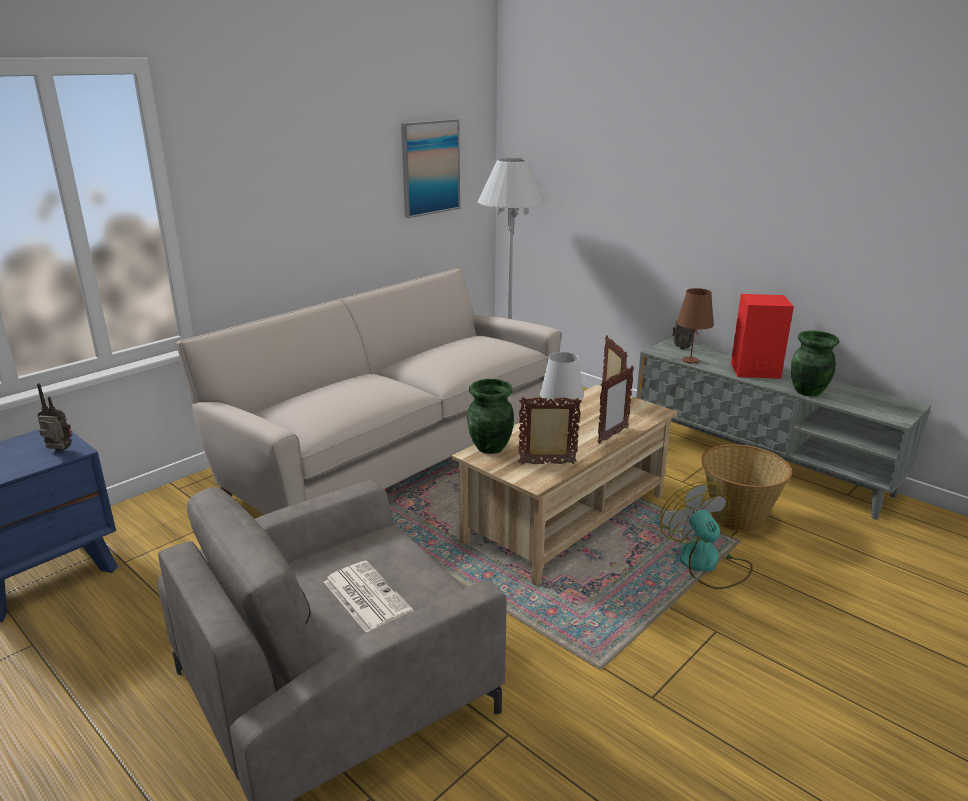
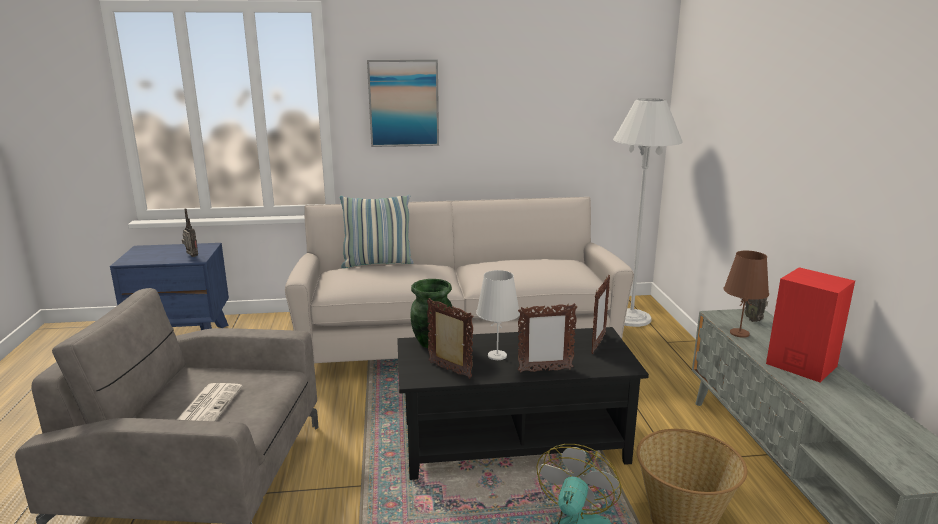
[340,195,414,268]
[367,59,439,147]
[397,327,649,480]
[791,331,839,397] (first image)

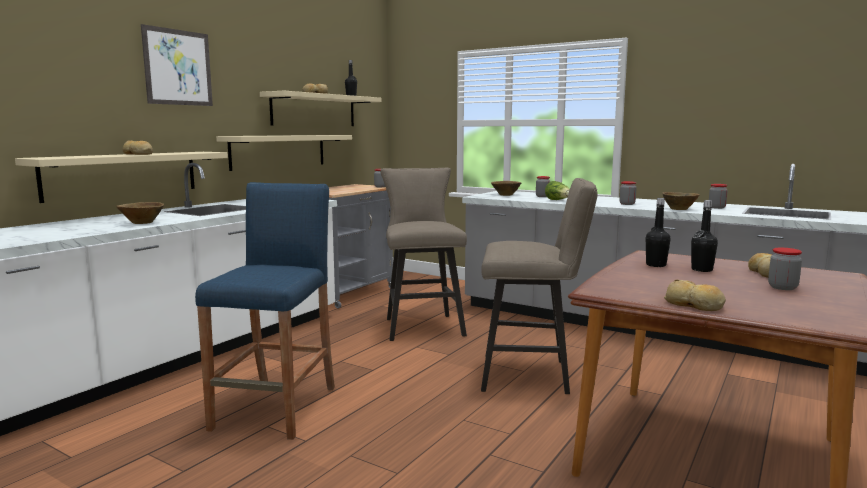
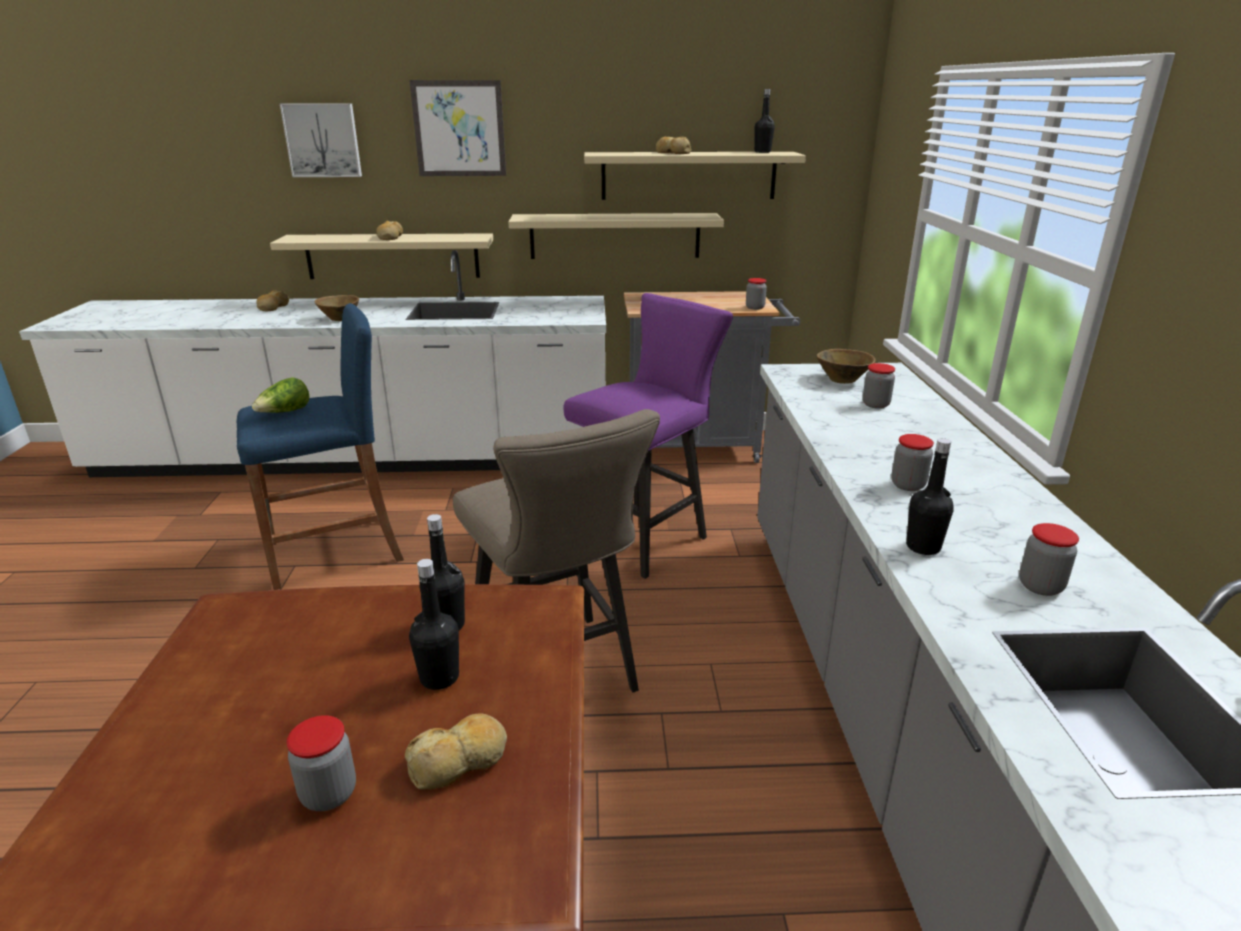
[252,377,309,413]
[256,290,289,311]
[280,103,362,177]
[563,293,733,579]
[906,438,954,555]

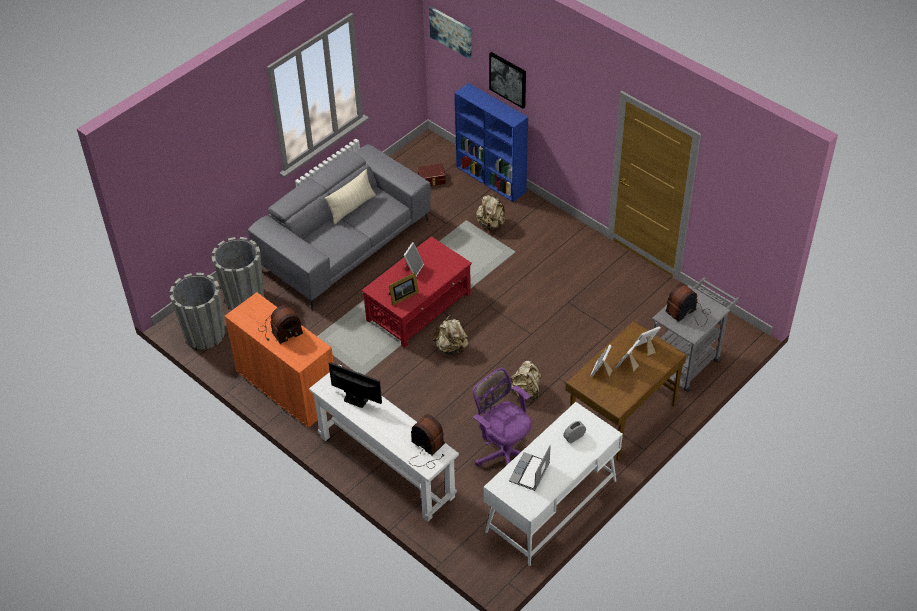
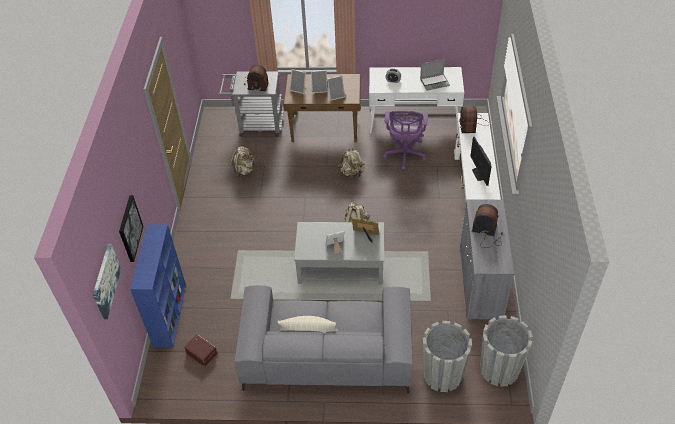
[231,146,256,178]
[294,222,384,284]
[460,200,514,320]

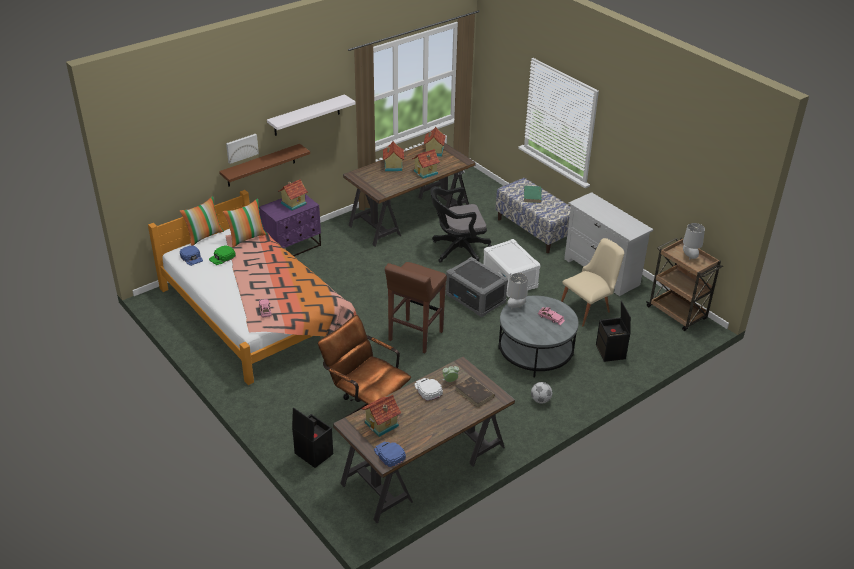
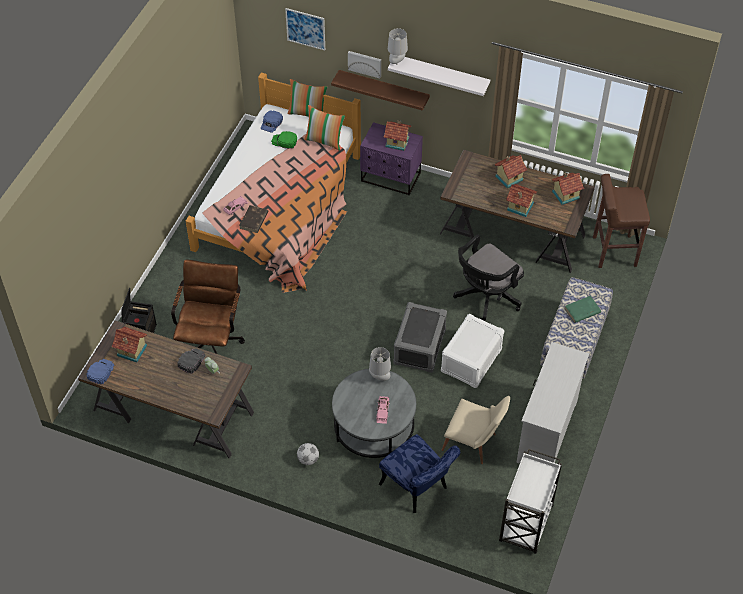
[177,348,206,374]
[239,205,269,233]
[285,8,325,51]
[379,434,460,513]
[388,28,408,65]
[453,234,524,321]
[499,449,562,554]
[593,174,650,268]

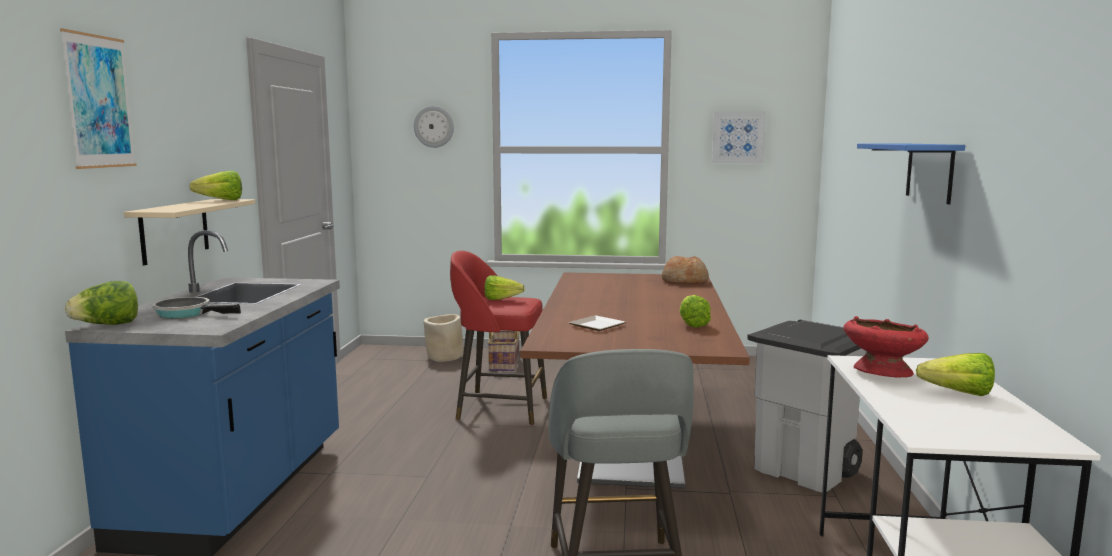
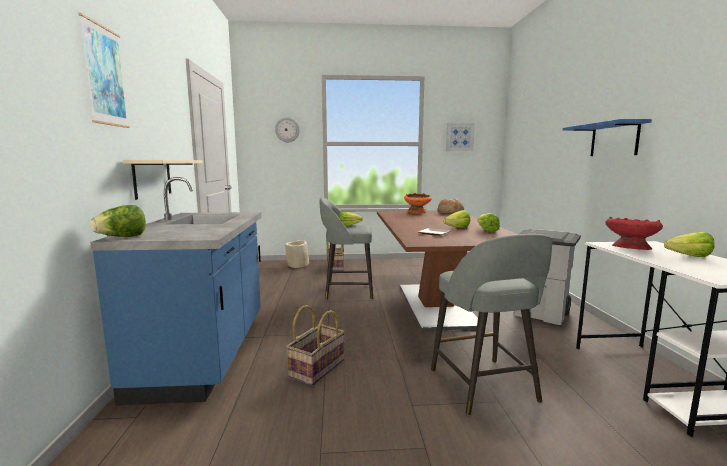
[286,305,345,386]
[320,197,373,300]
[404,193,432,214]
[444,210,470,228]
[153,297,241,318] (first image)

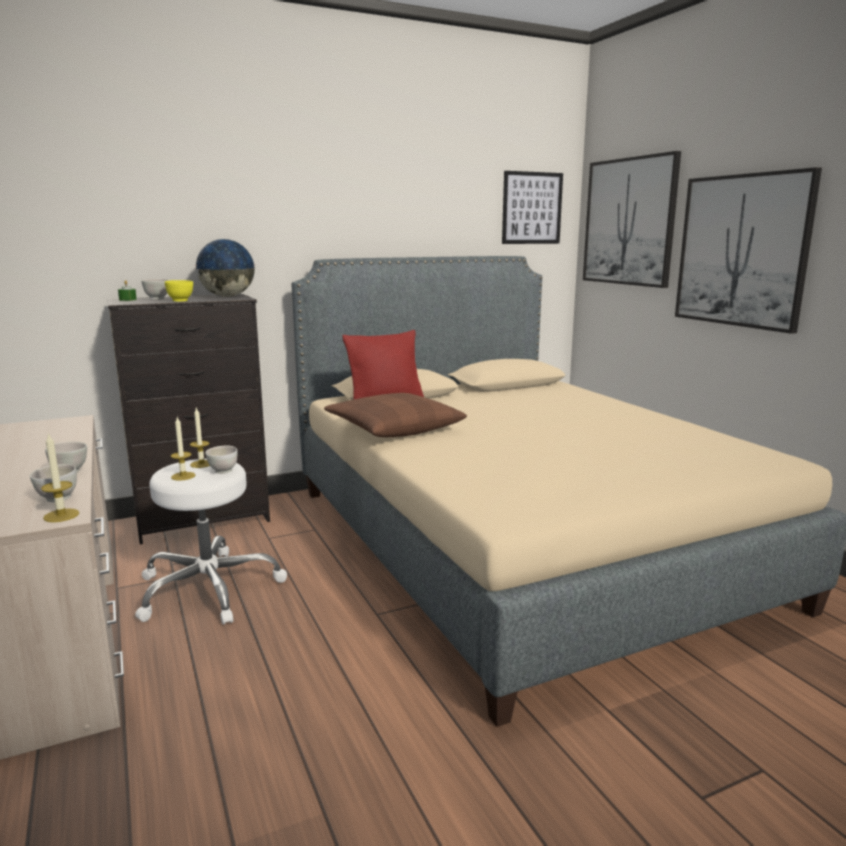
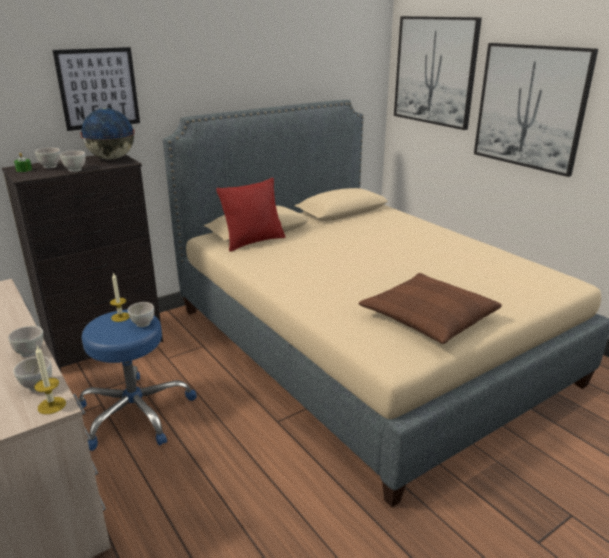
[53,47,140,131]
[60,151,86,172]
[77,310,197,451]
[358,273,502,344]
[171,417,195,481] (first image)

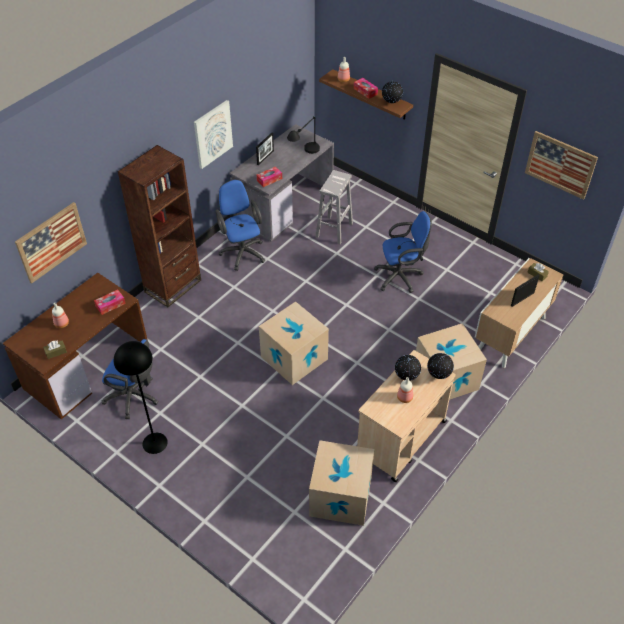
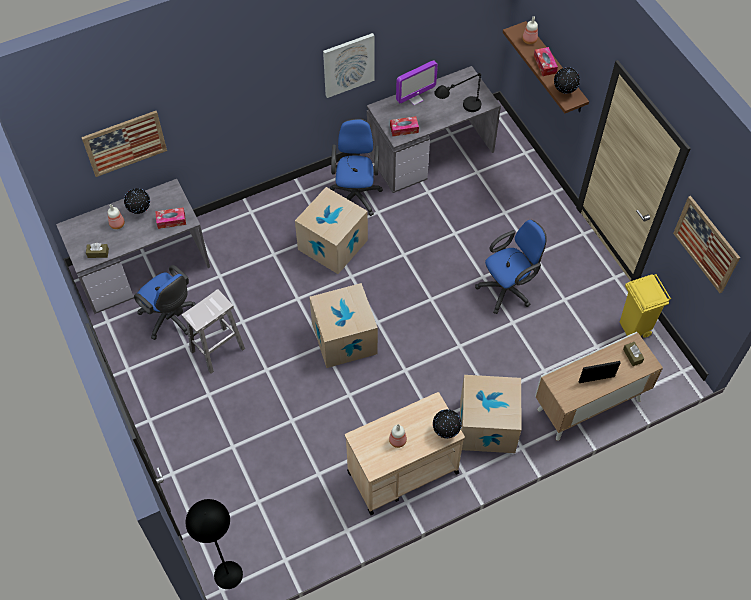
[56,179,210,314]
[124,188,150,214]
[182,289,245,374]
[186,499,243,589]
[295,187,368,274]
[396,60,438,105]
[475,220,547,314]
[620,274,671,338]
[118,145,201,307] (first image)

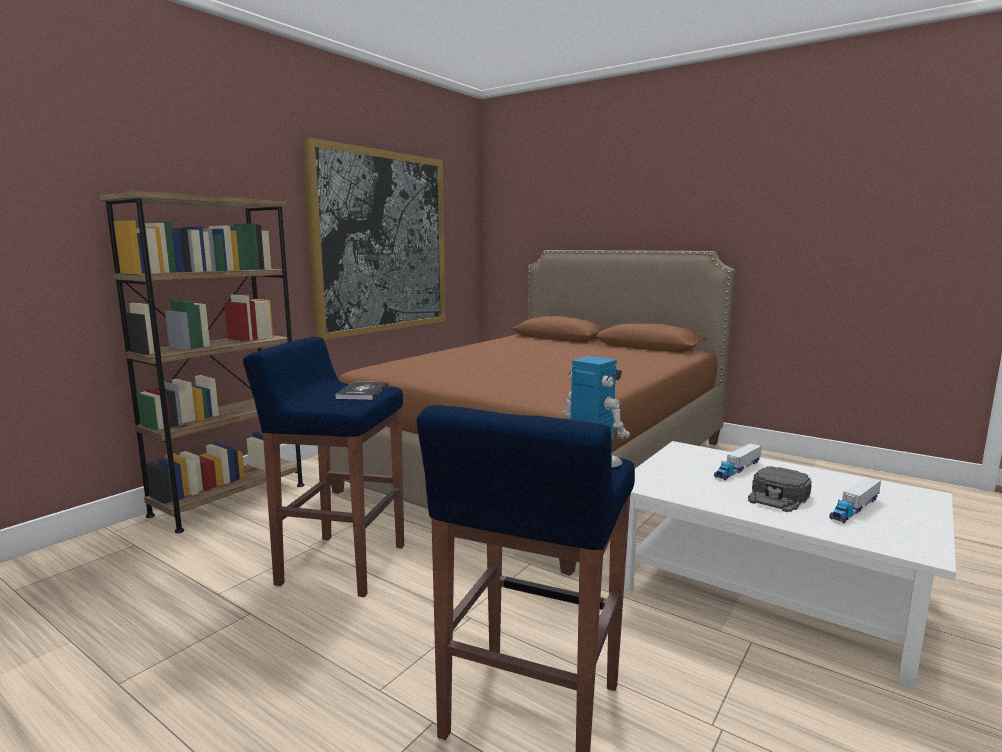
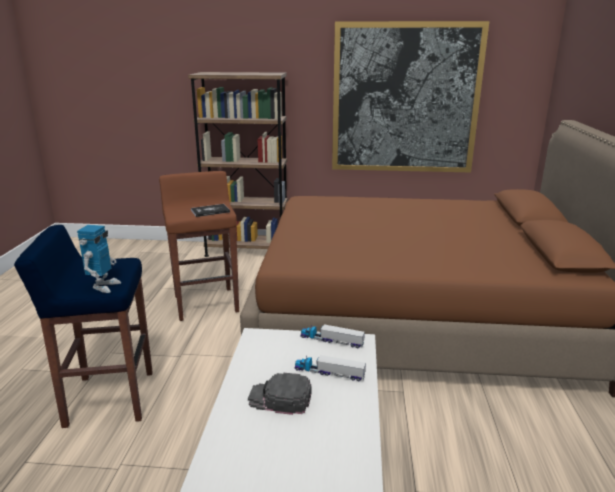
[159,171,239,321]
[300,324,365,348]

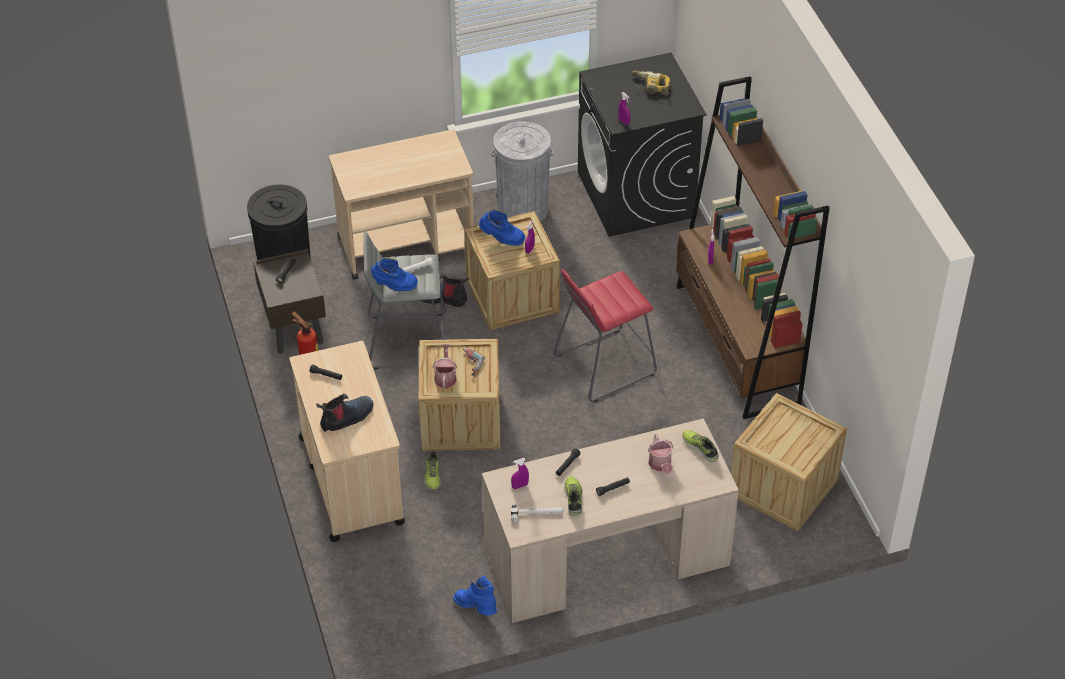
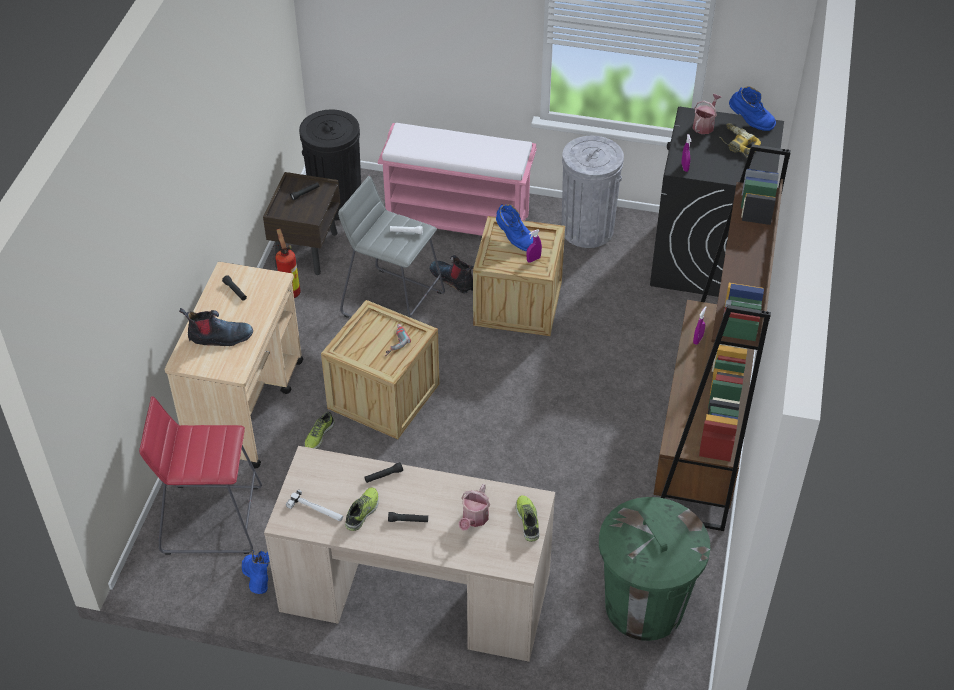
[139,396,262,555]
[378,123,537,236]
[599,497,710,641]
[693,94,721,134]
[729,86,776,131]
[511,458,529,489] (first image)

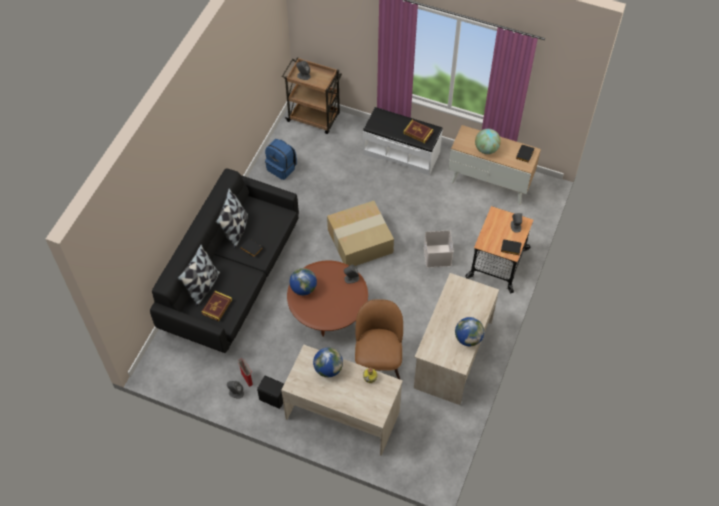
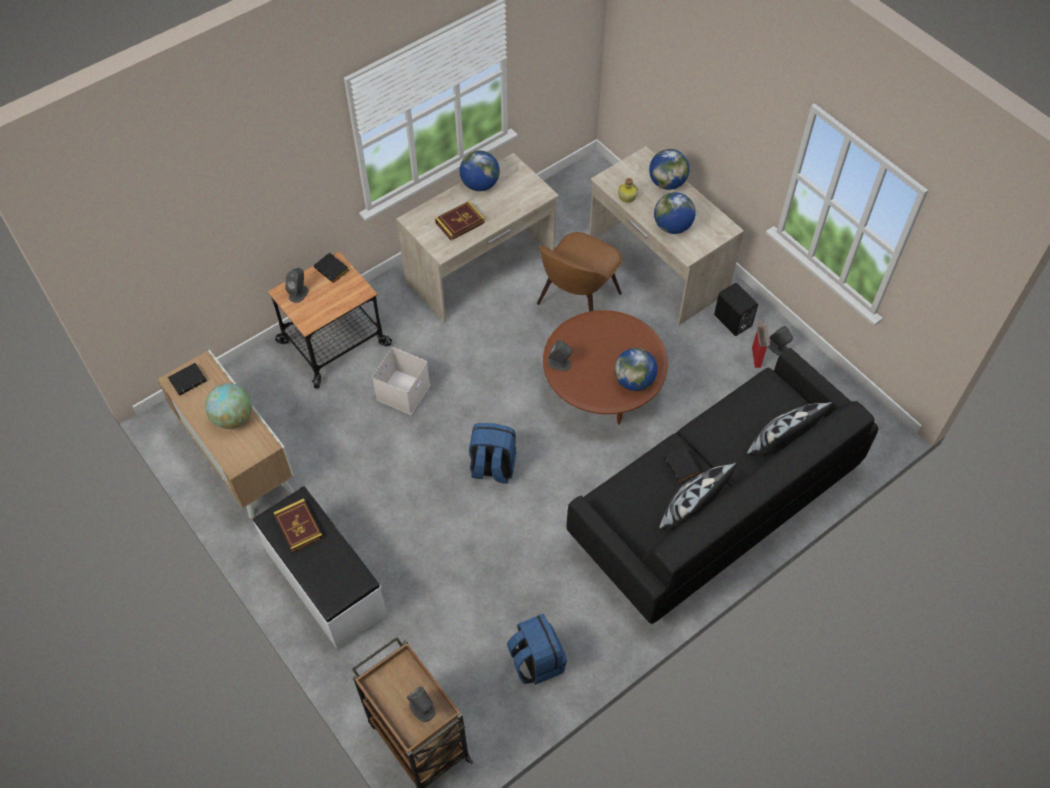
[435,201,485,241]
[469,423,516,484]
[649,149,690,190]

